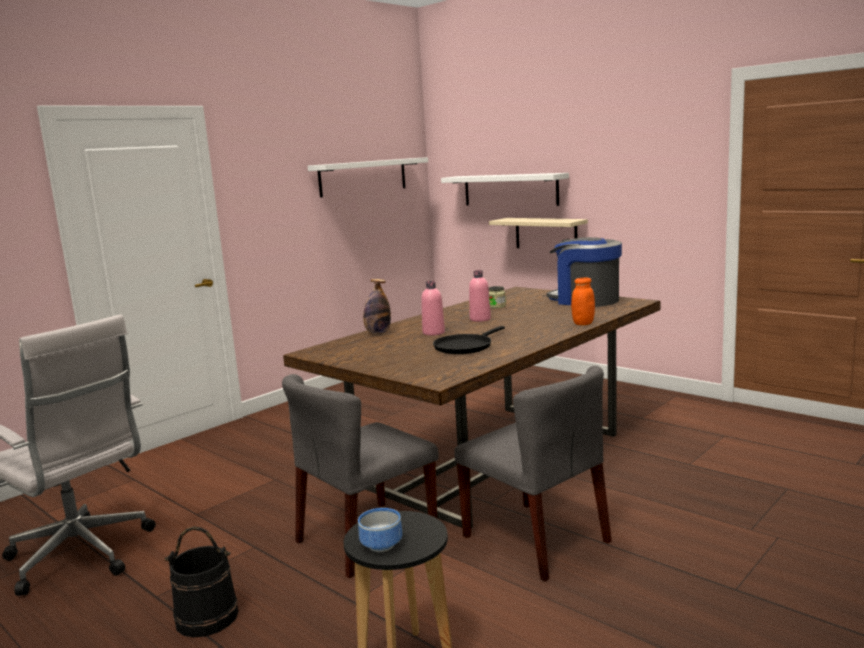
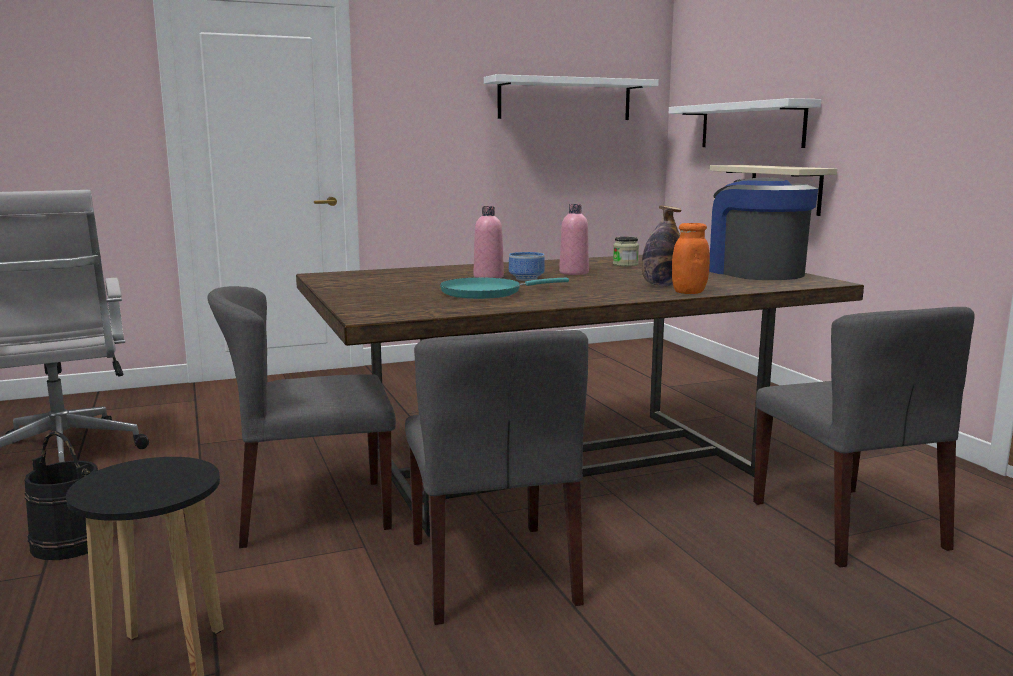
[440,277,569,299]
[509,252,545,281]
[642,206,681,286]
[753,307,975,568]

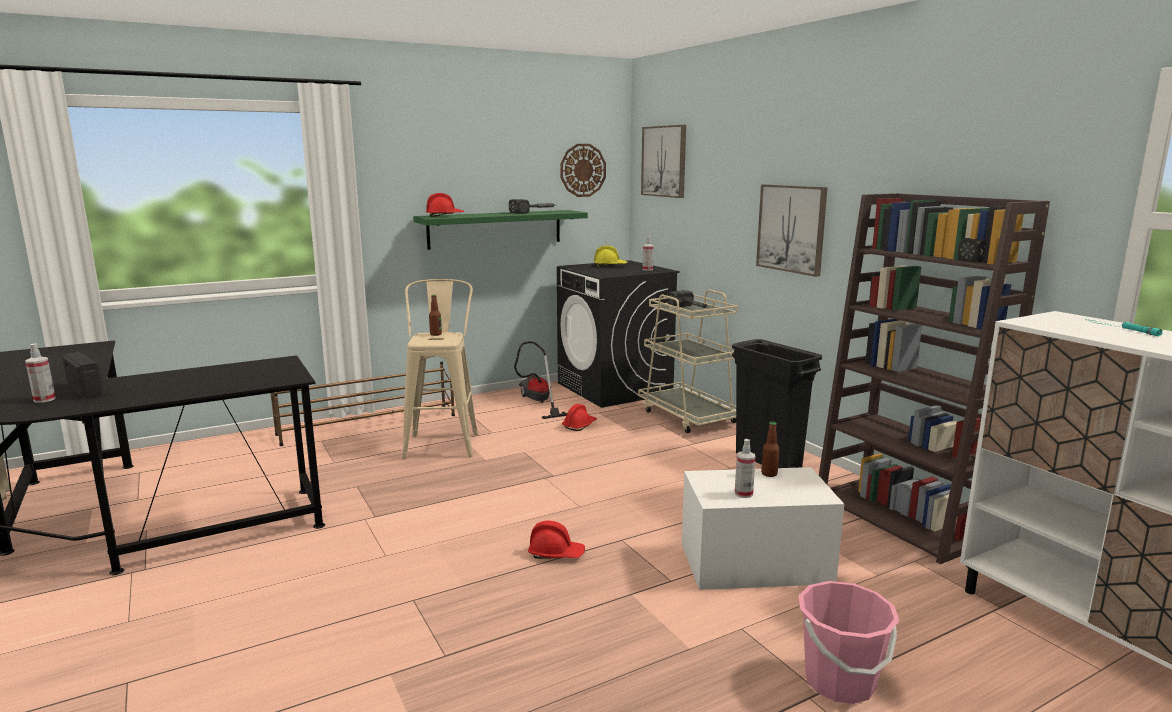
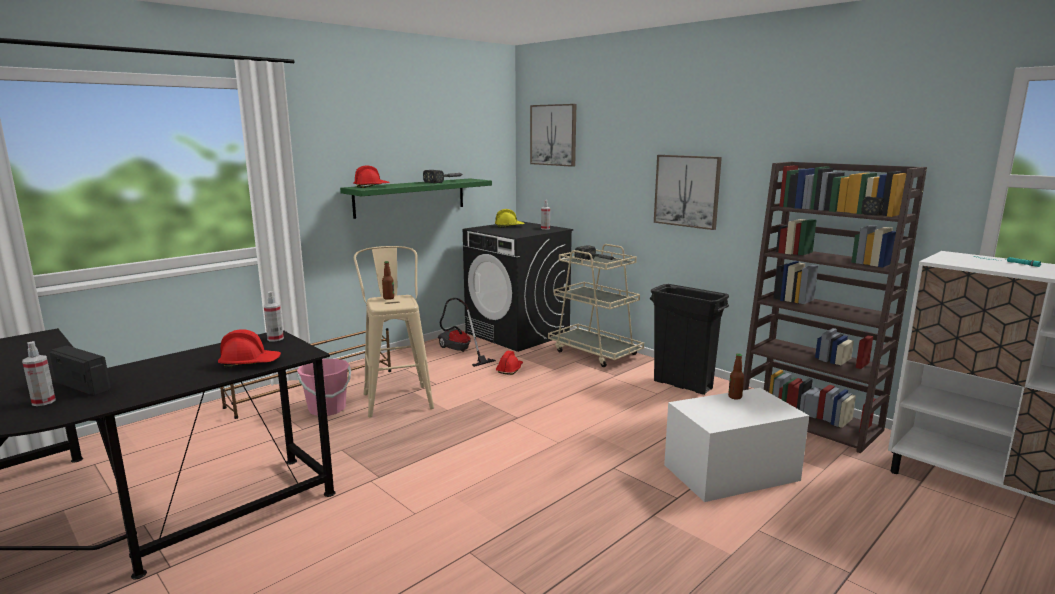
[218,329,281,368]
[264,291,284,342]
[297,359,351,416]
[560,144,606,197] (first image)

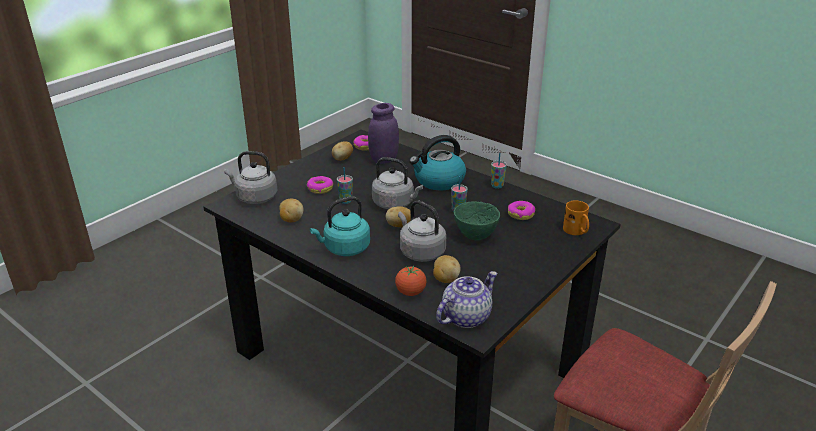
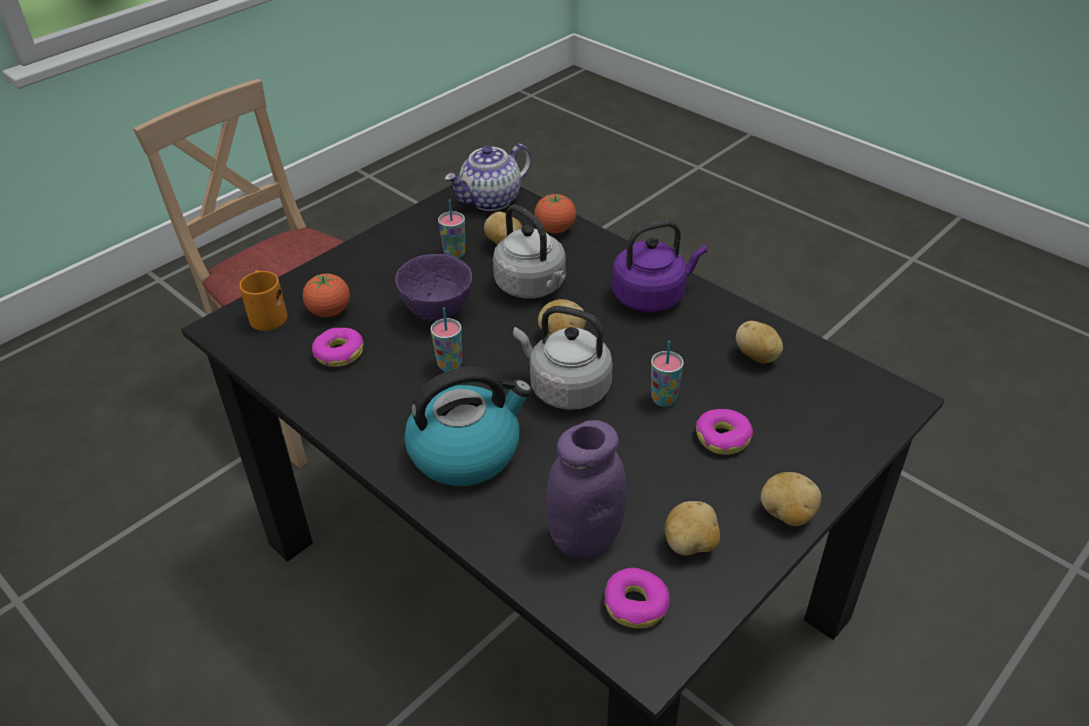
[303,273,350,317]
[395,254,472,321]
[438,199,465,259]
[612,220,707,312]
[761,472,821,526]
[224,151,277,204] (first image)

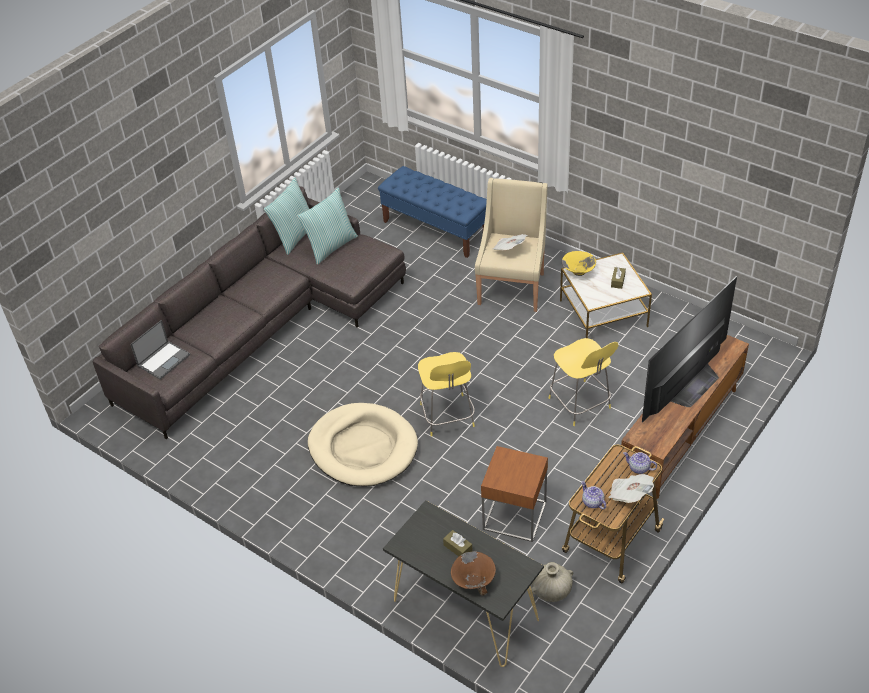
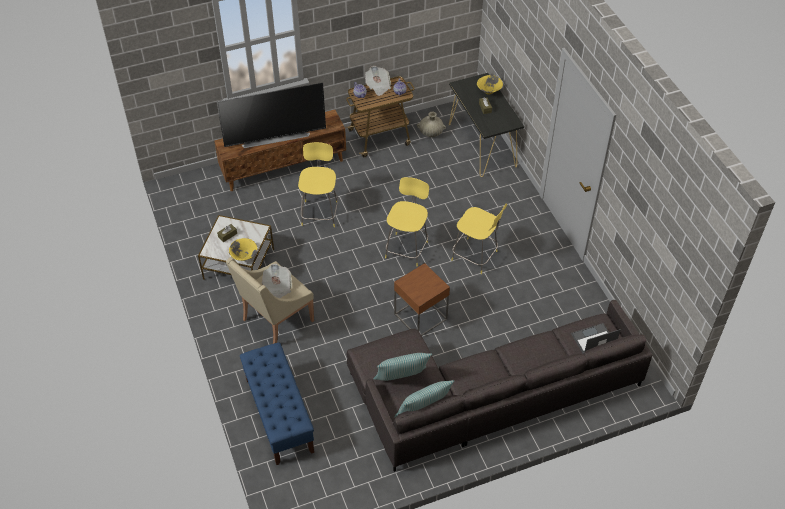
[394,263,450,336]
[451,203,507,274]
[477,75,503,95]

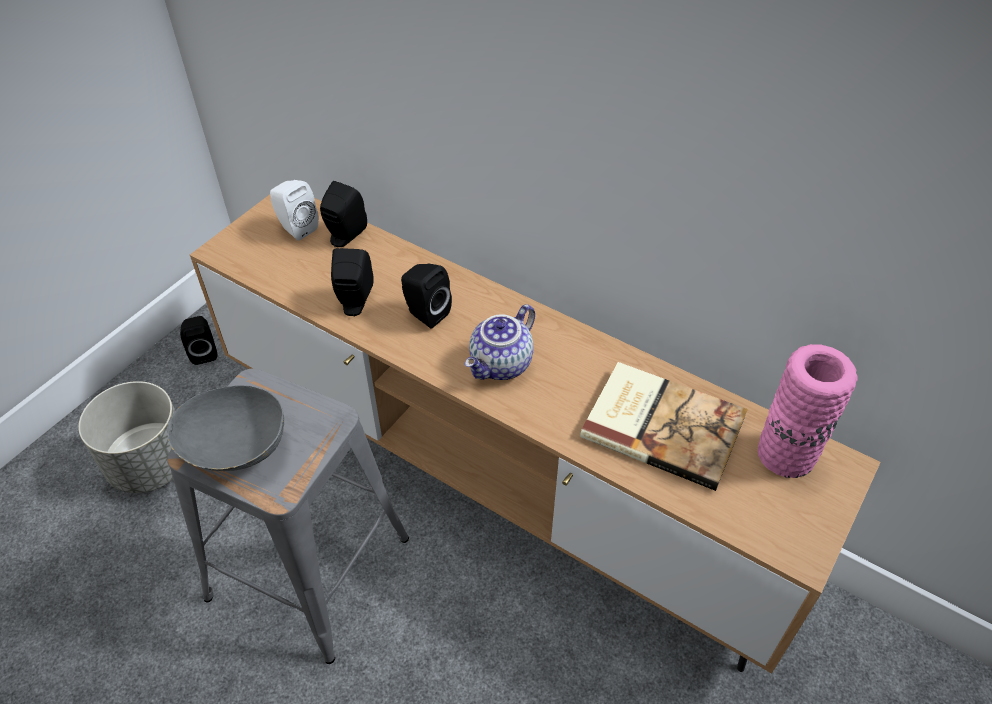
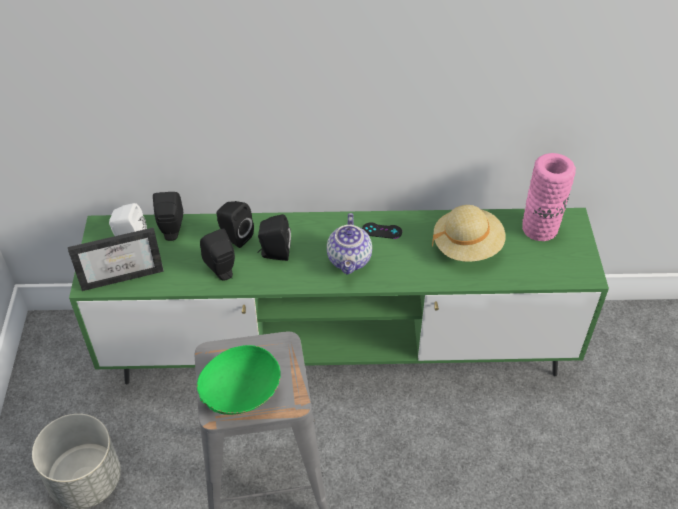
[68,227,164,291]
[69,208,609,384]
[197,345,281,415]
[216,201,254,248]
[362,222,402,239]
[432,205,505,262]

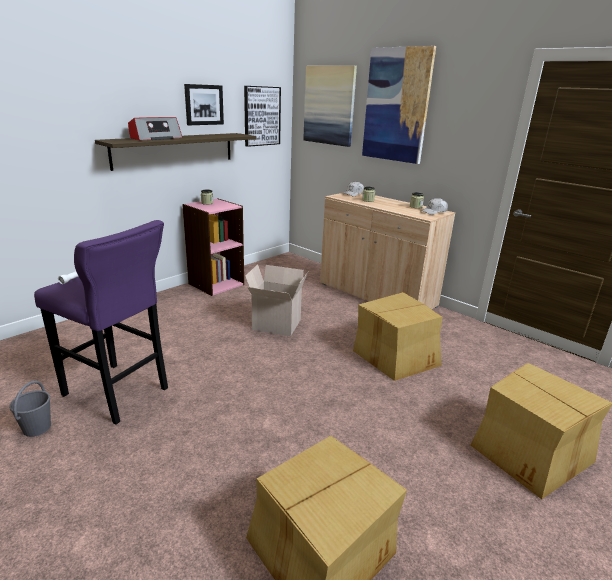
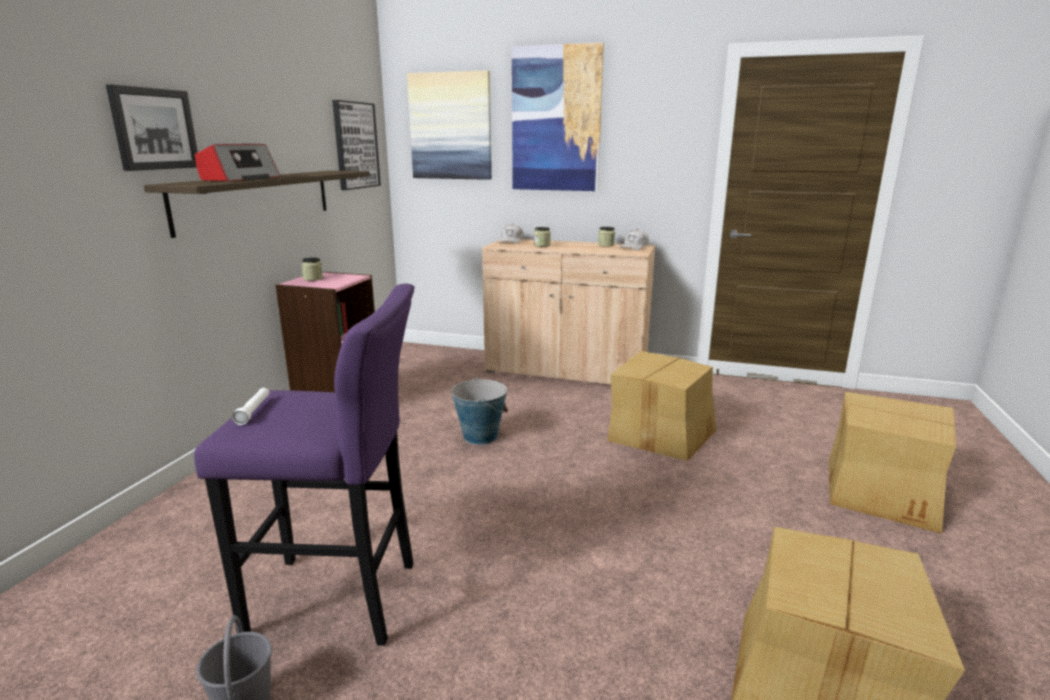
[106,84,198,171]
[451,377,508,445]

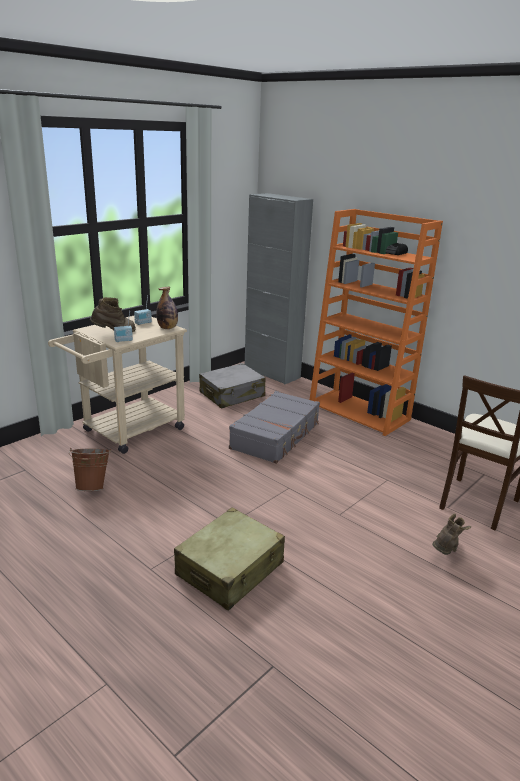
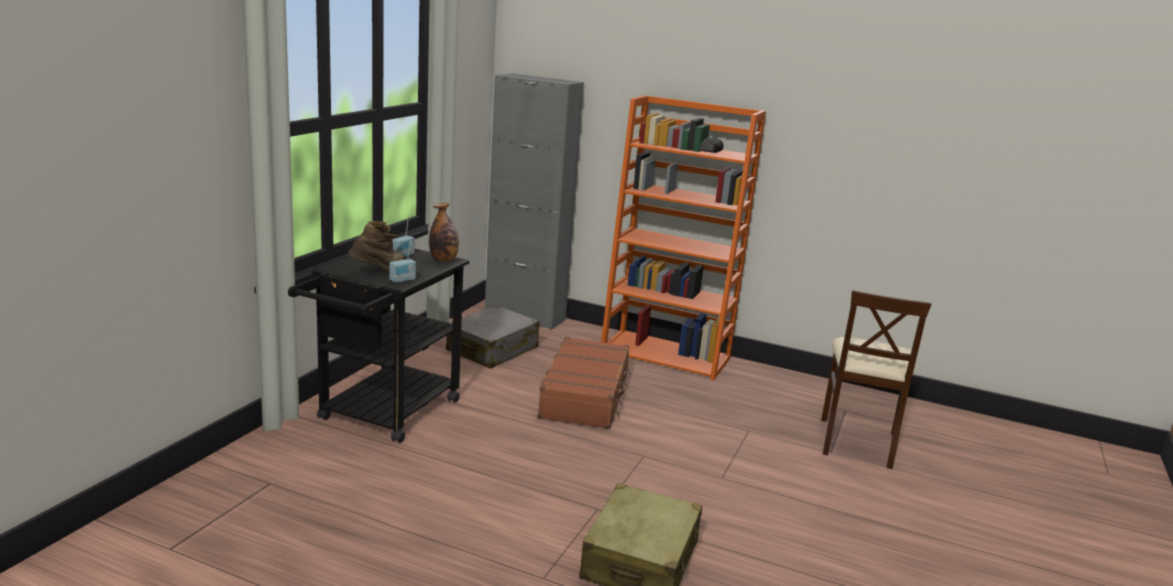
[288,248,469,443]
[537,337,631,429]
[69,448,111,491] (first image)
[432,514,471,555] (first image)

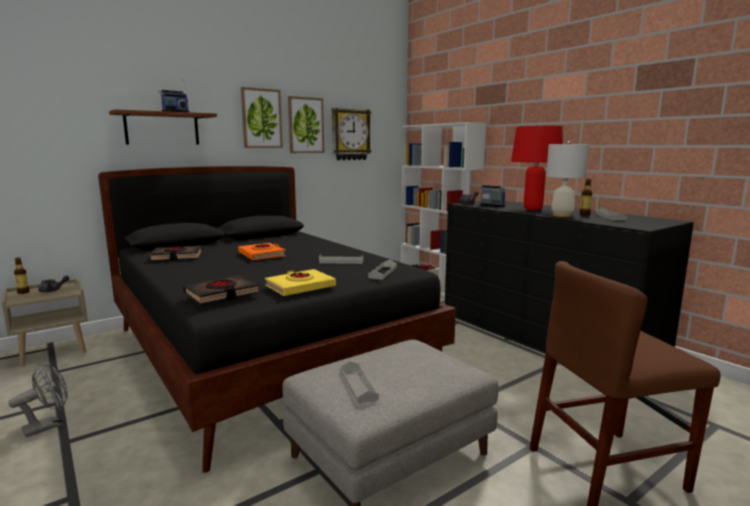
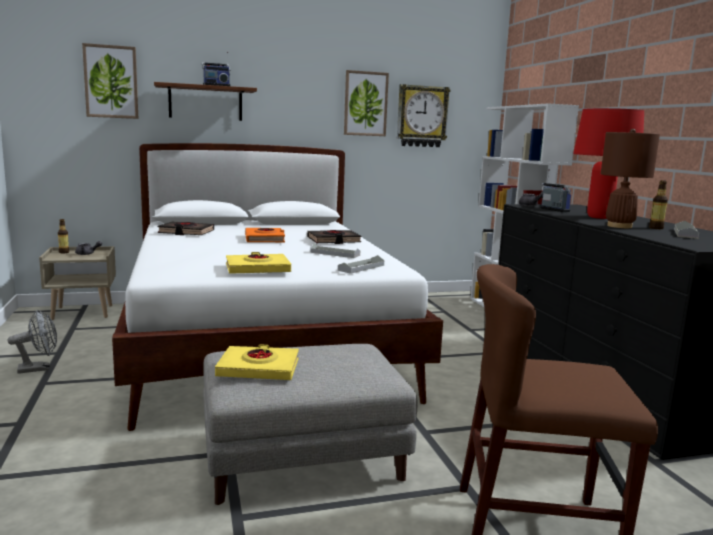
[82,43,138,119]
[112,143,443,431]
[215,344,299,380]
[307,230,361,244]
[601,129,660,228]

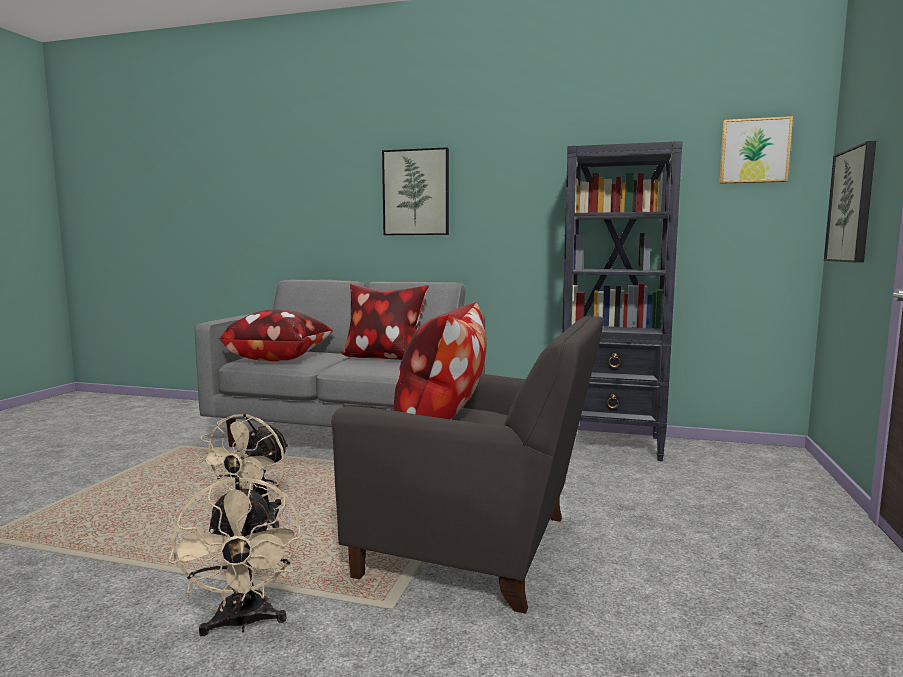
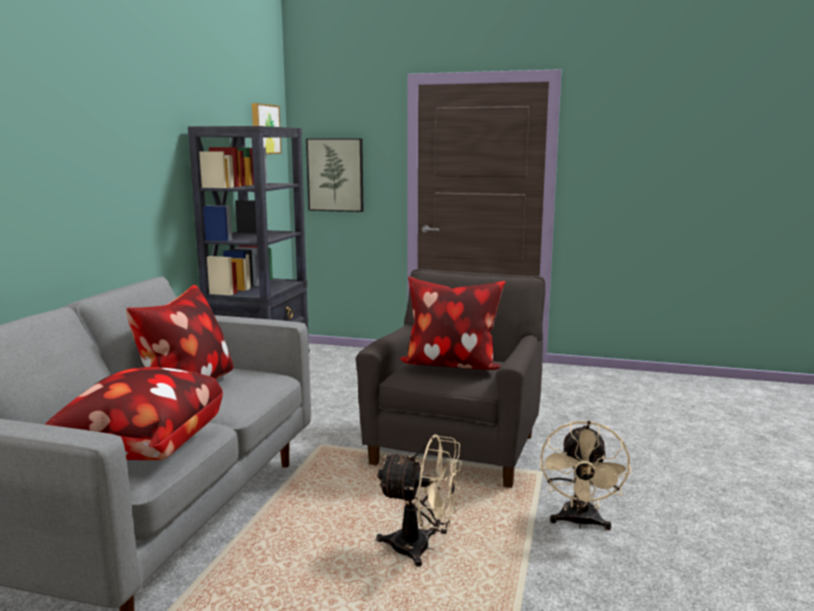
[540,420,631,530]
[382,147,449,235] (first image)

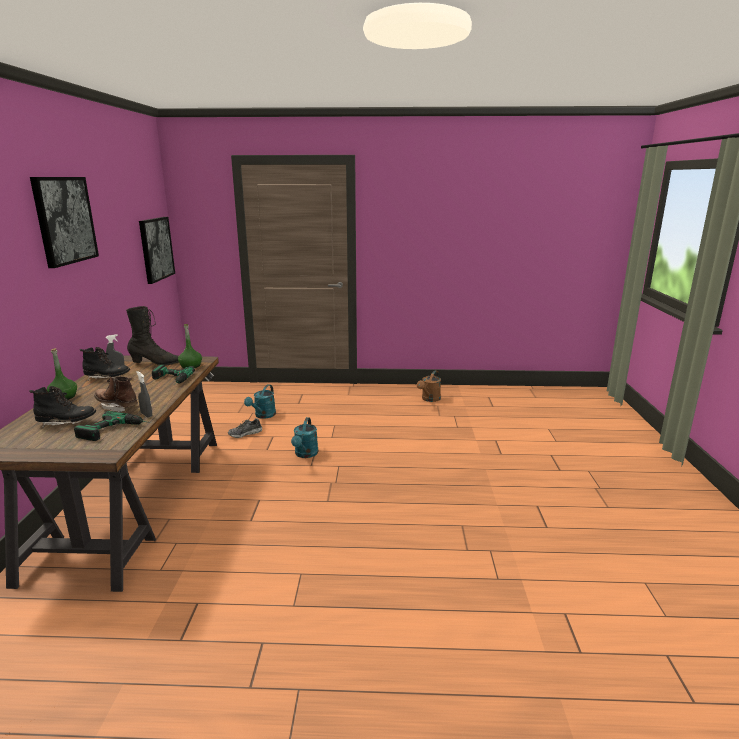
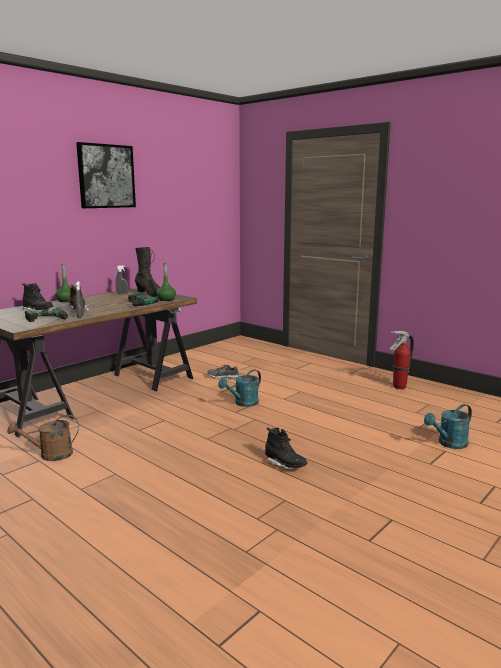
[7,415,79,461]
[265,427,308,469]
[390,331,414,389]
[424,404,472,449]
[139,217,175,284] (first image)

